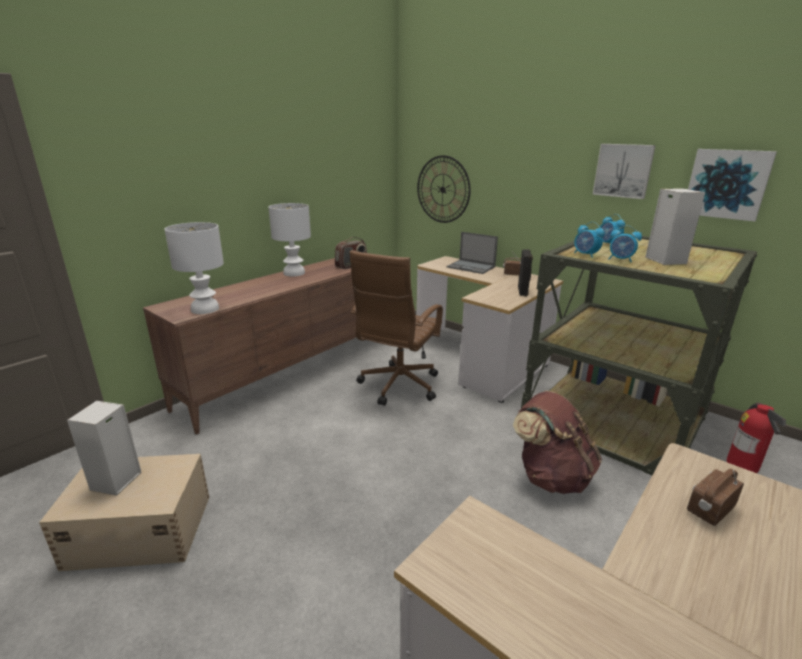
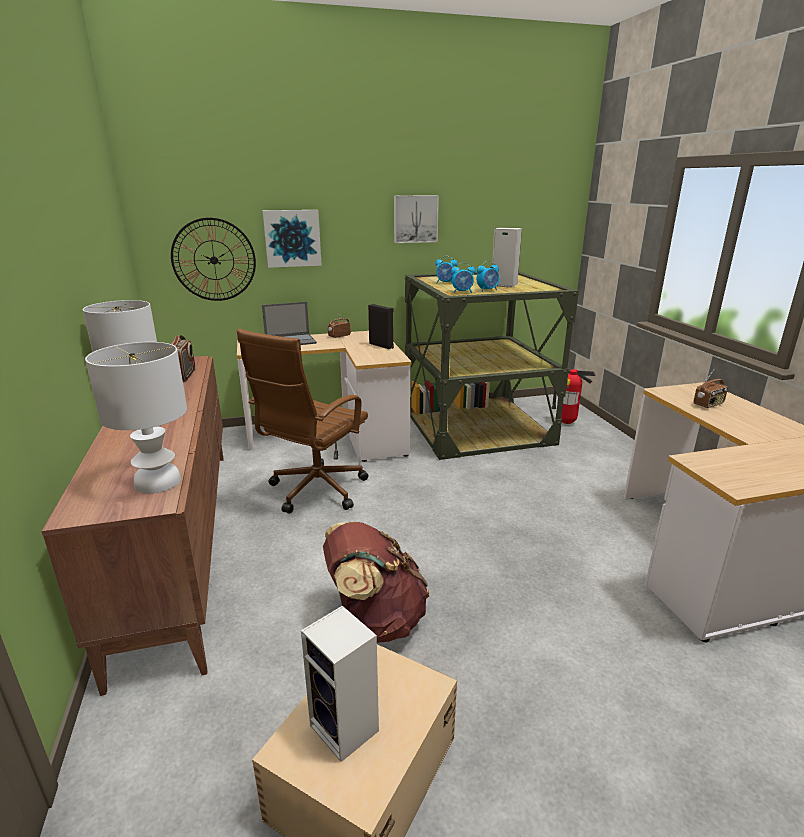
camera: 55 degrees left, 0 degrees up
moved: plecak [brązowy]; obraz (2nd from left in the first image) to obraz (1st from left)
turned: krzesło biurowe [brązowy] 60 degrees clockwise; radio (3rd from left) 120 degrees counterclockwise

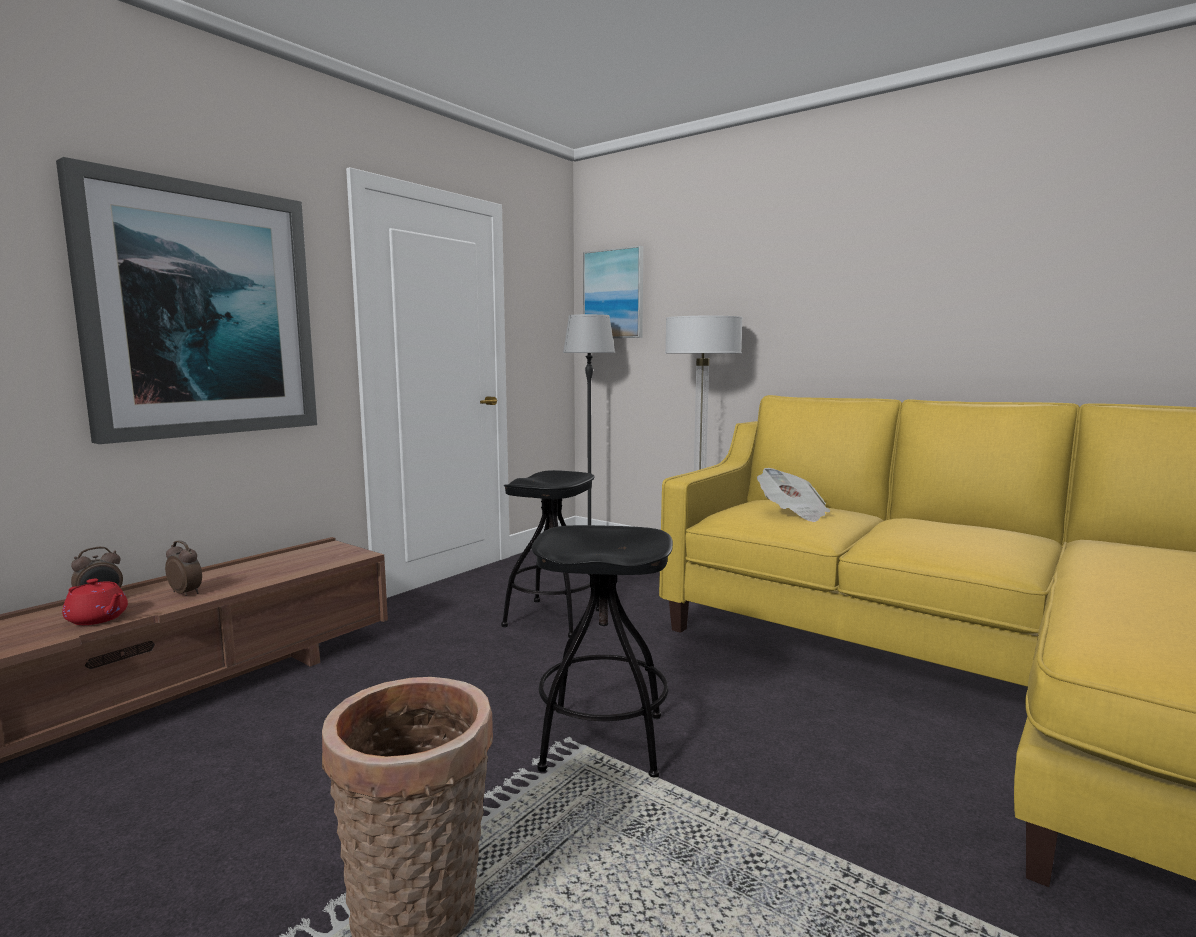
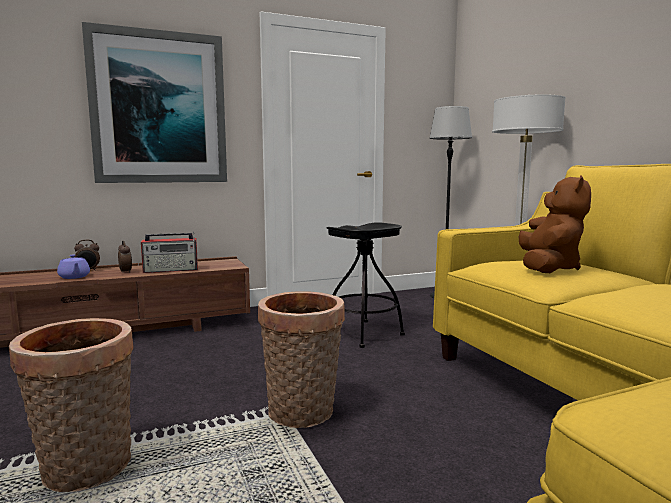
camera: 30 degrees right, 0 degrees up
removed: obraz (2nd from left)
added: radio
replaced: stołek [czarny] (2nd from left) to koszyk (2nd from left); gazeta to pluszak [brązowy]
recoloured: imbryk [czerwony] to imbryk [fioletowy]

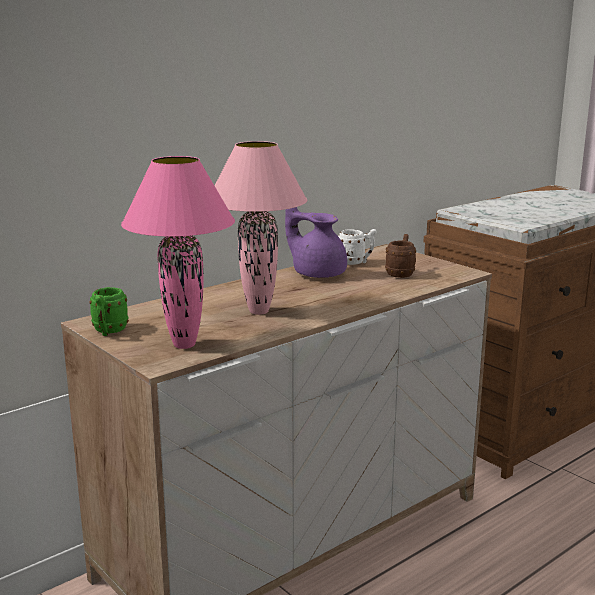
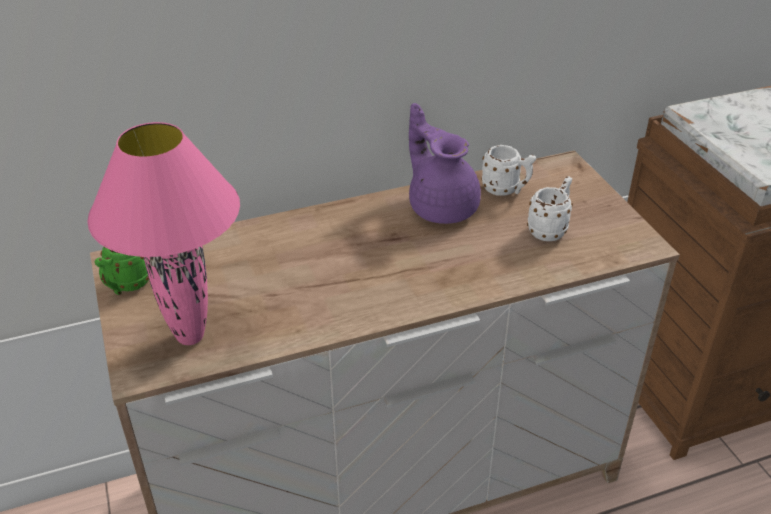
camera: 20 degrees right, 20 degrees up
removed: lampa stołowa [różowy] (2nd from left)
recoloured: kubek [brązowy] to kubek [biały] (2nd from left)

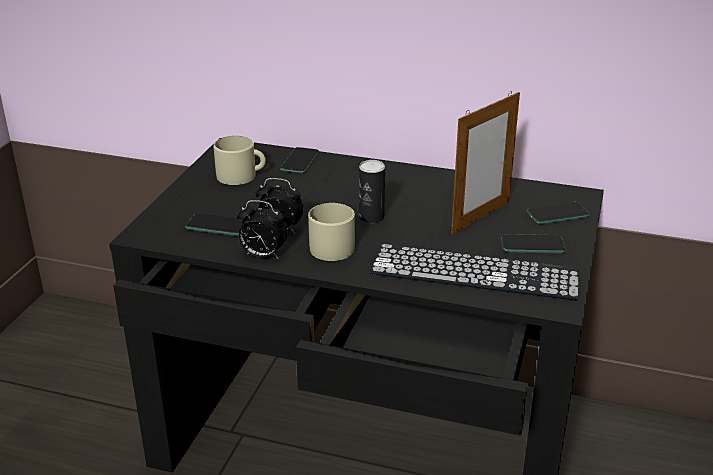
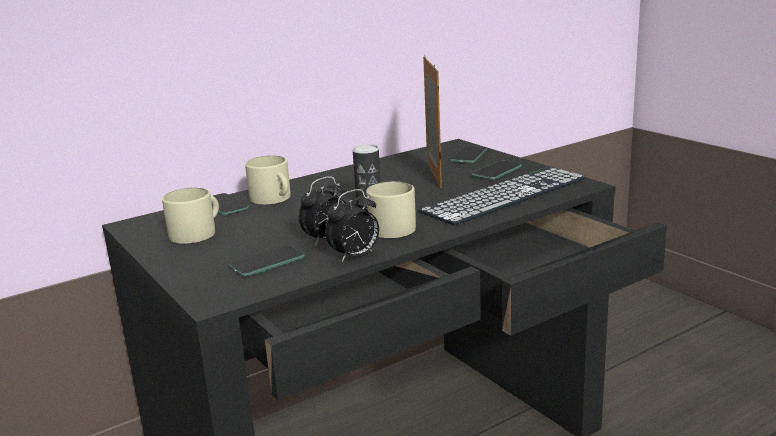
camera: 50 degrees left, 10 degrees down
added: kubek [beżowy] (2nd from left)

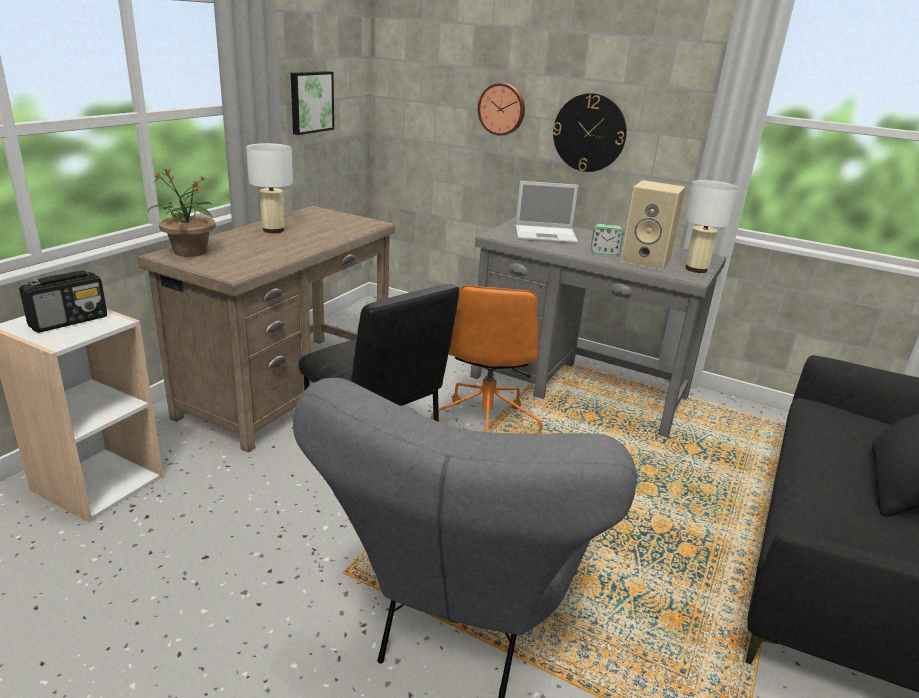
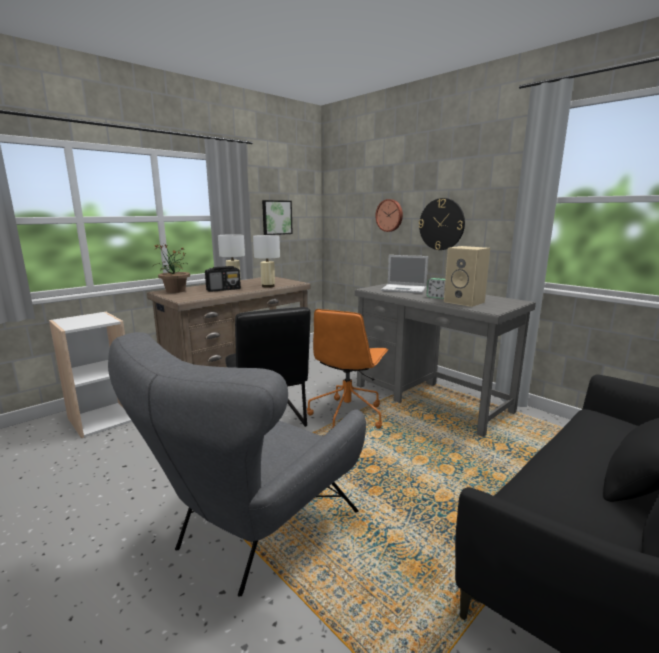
camera: 20 degrees right, 10 degrees down
moved: radio; lampa stołowa [biały] (2nd from left)

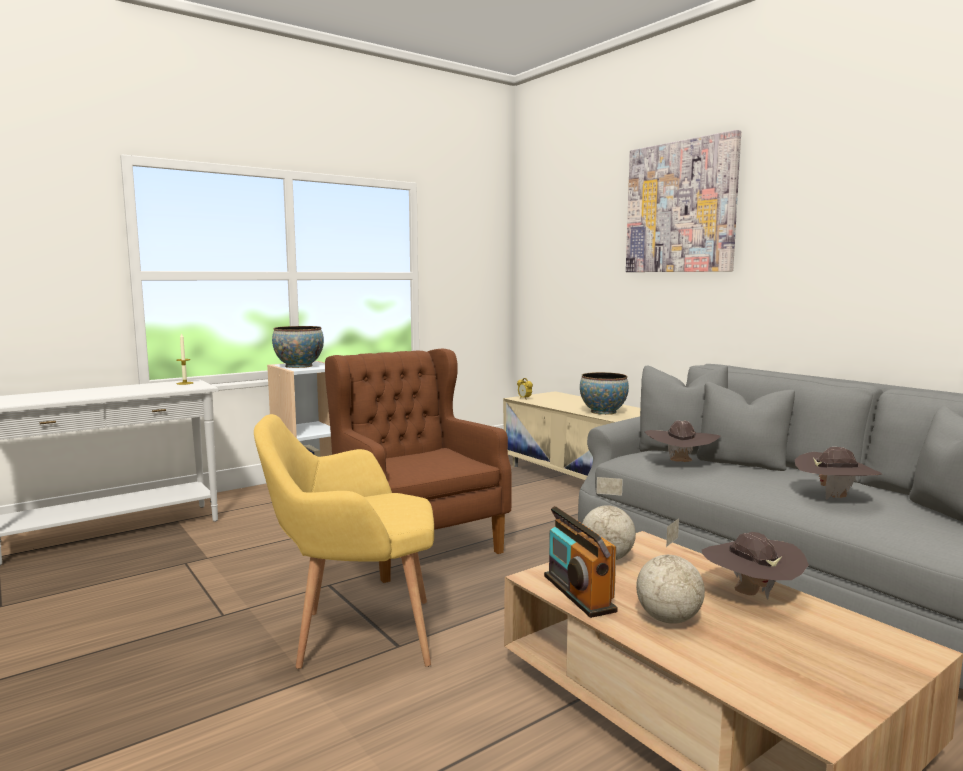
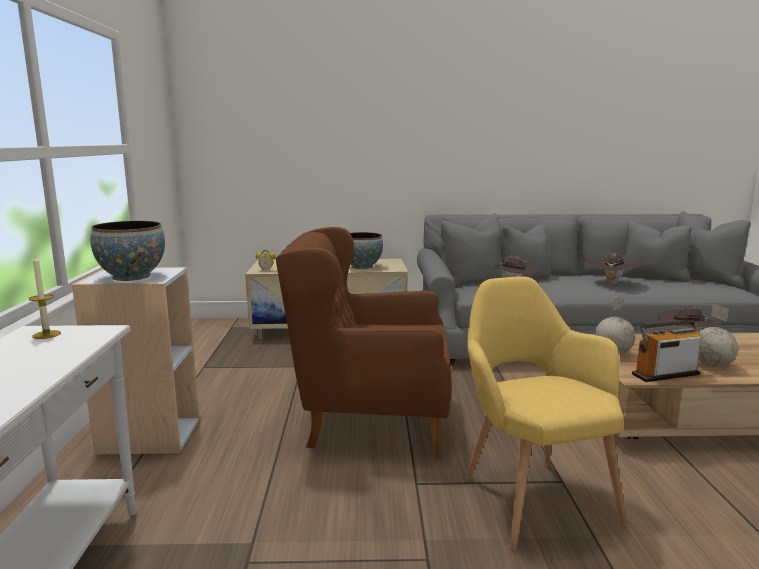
camera: 55 degrees left, 5 degrees up
removed: obraz
turned: fotel [żółty] 135 degrees clockwise; radio 150 degrees clockwise

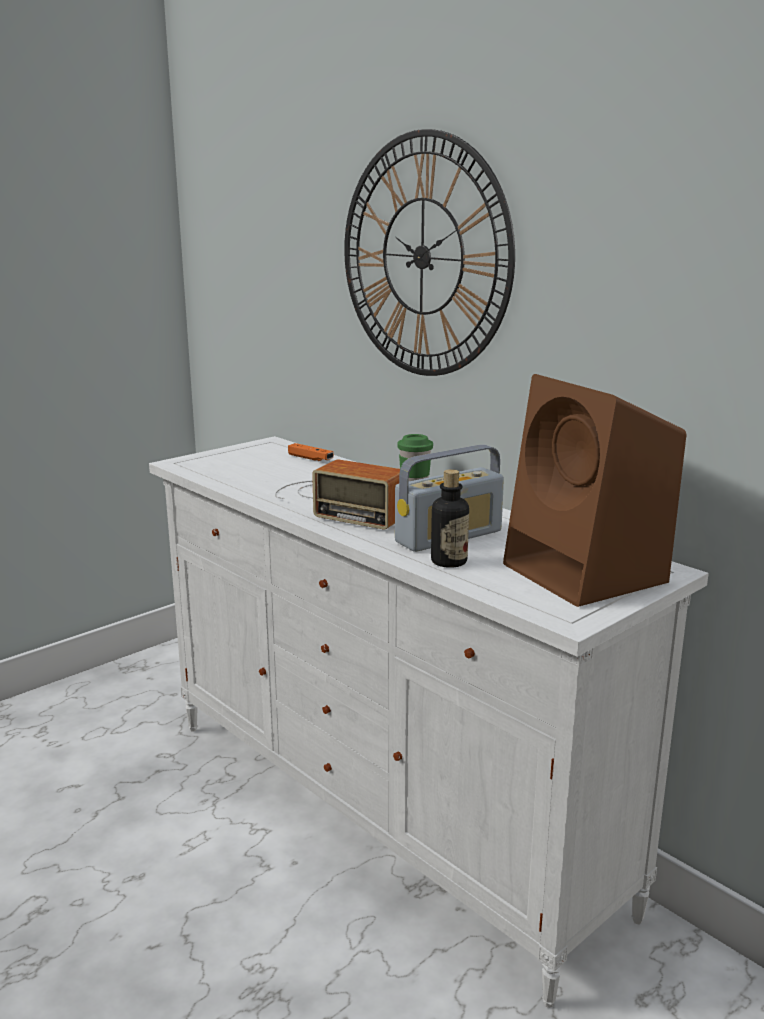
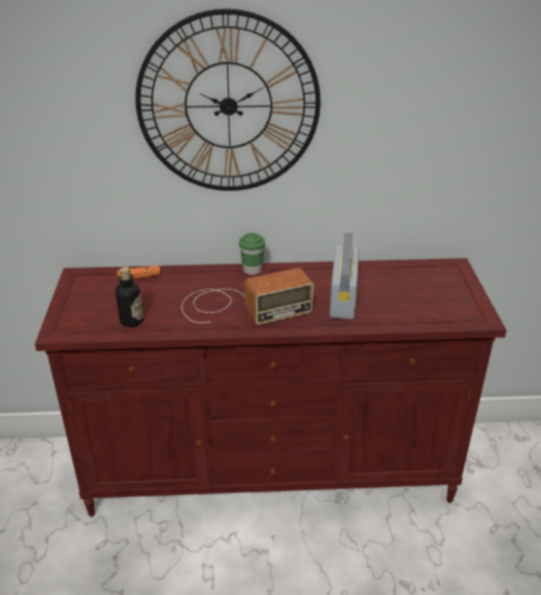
camera: 50 degrees left, 15 degrees up
removed: głośnik [brązowy]
moved: butelka
recoloured: komoda [biały] to komoda [czerwony]

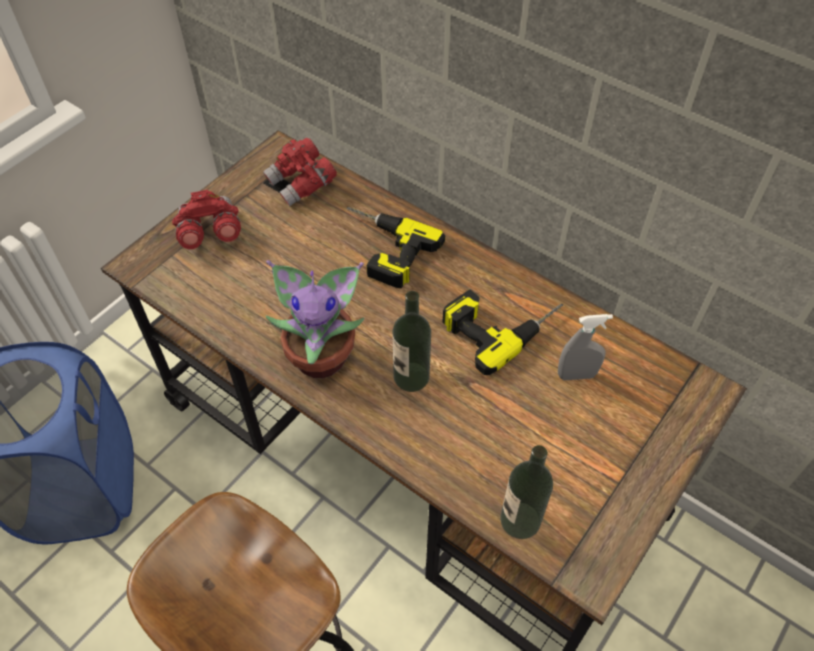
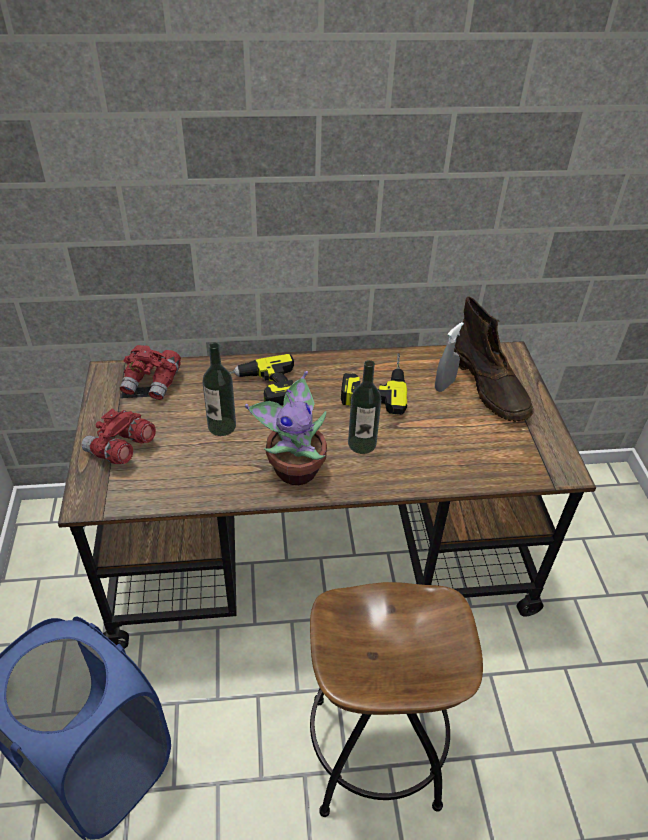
camera: 45 degrees left, 10 degrees down
added: but z cholewką [brązowy]
moved: butelka (2nd from left in the first image) to butelka (1st from left)

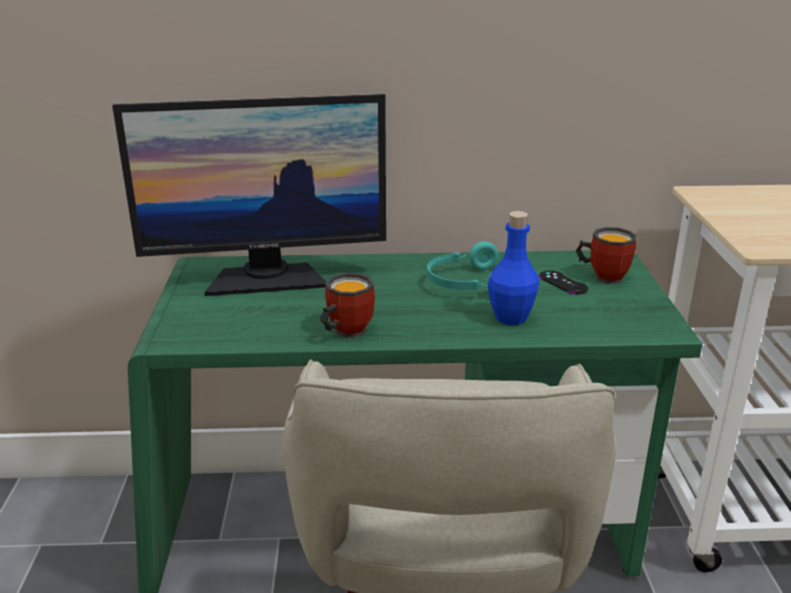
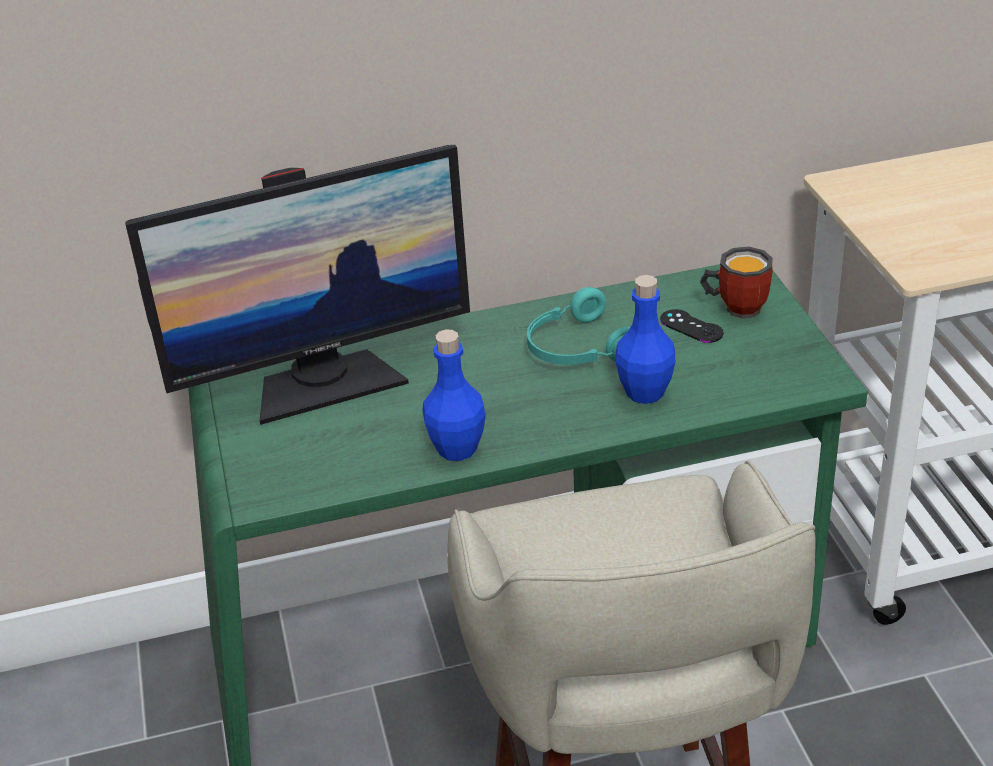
camera: 10 degrees left, 10 degrees up
replaced: kubek (1st from left) to butelka [niebieski] (1st from left)

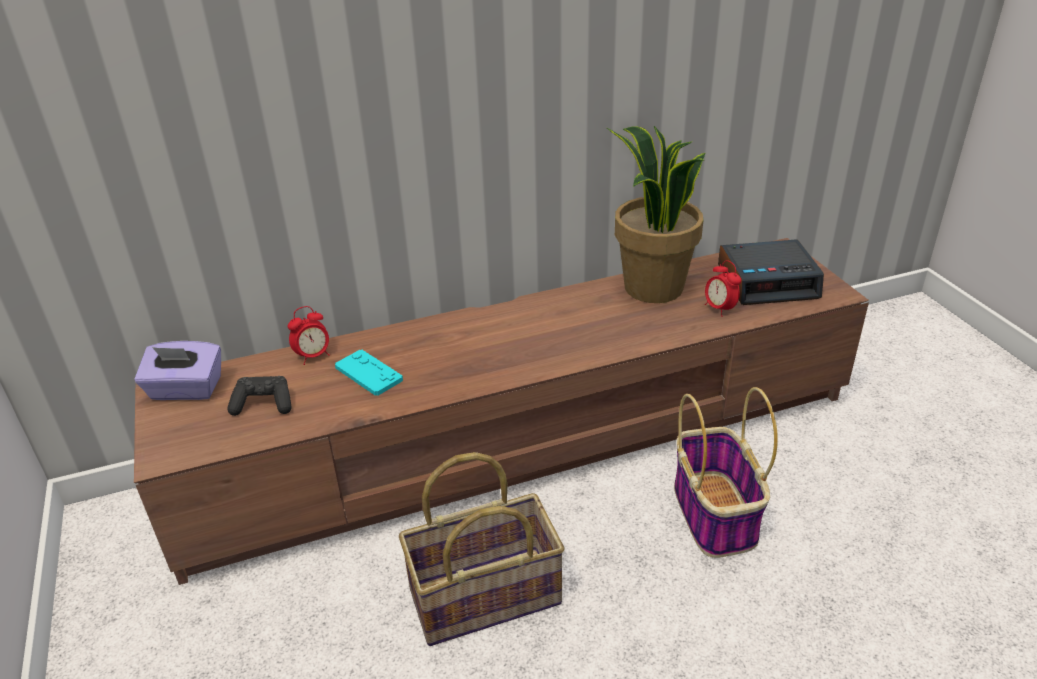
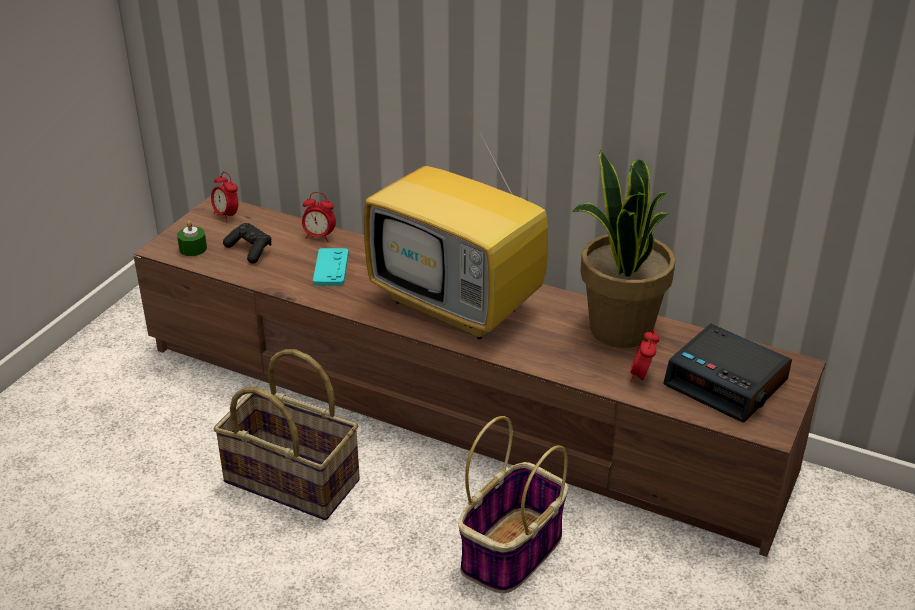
camera: 45 degrees right, 0 degrees up
added: świeca [zielony]; telewizor
replaced: pudełko chusteczek [fioletowy] to budzik (1st from left)

